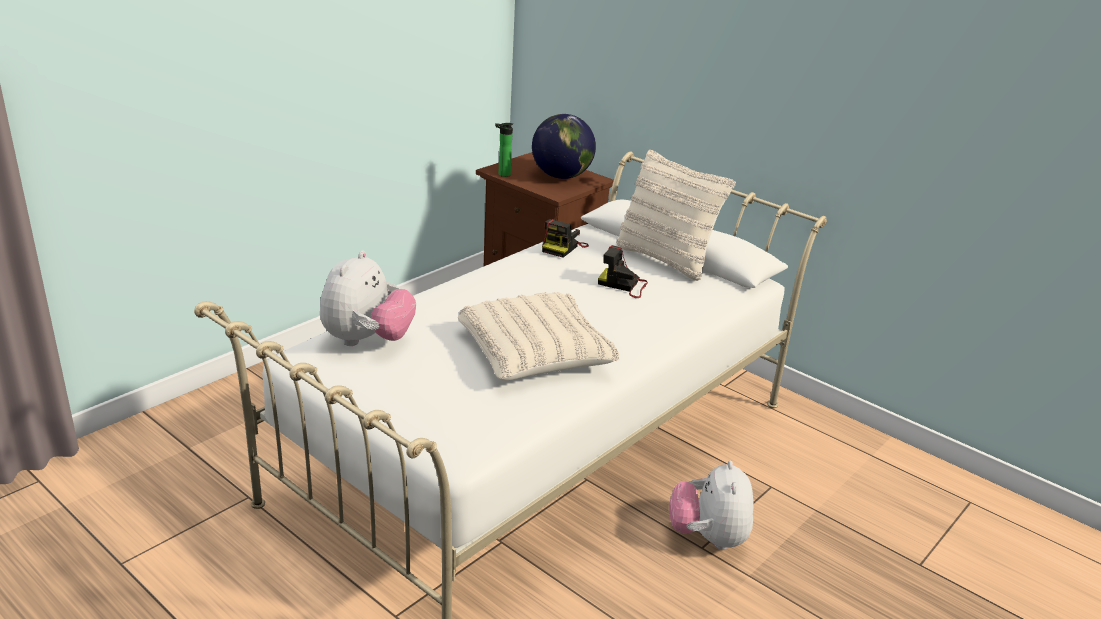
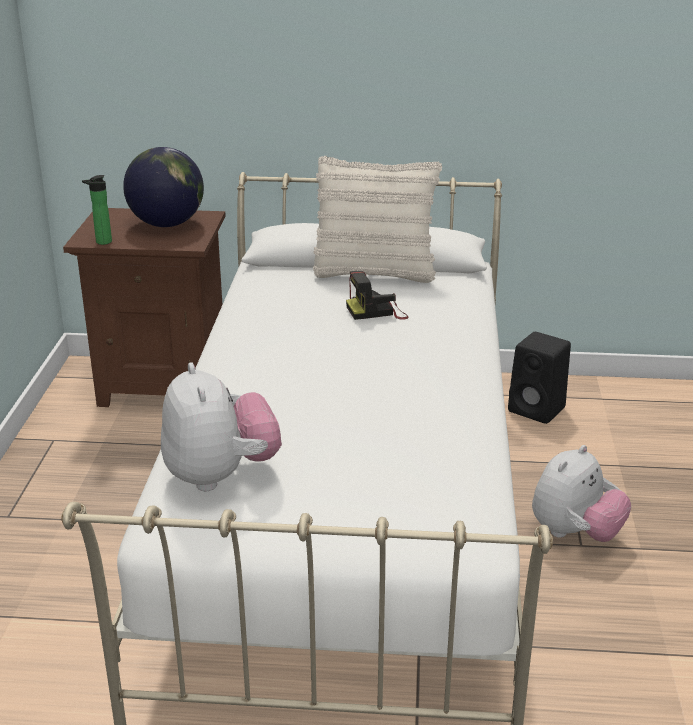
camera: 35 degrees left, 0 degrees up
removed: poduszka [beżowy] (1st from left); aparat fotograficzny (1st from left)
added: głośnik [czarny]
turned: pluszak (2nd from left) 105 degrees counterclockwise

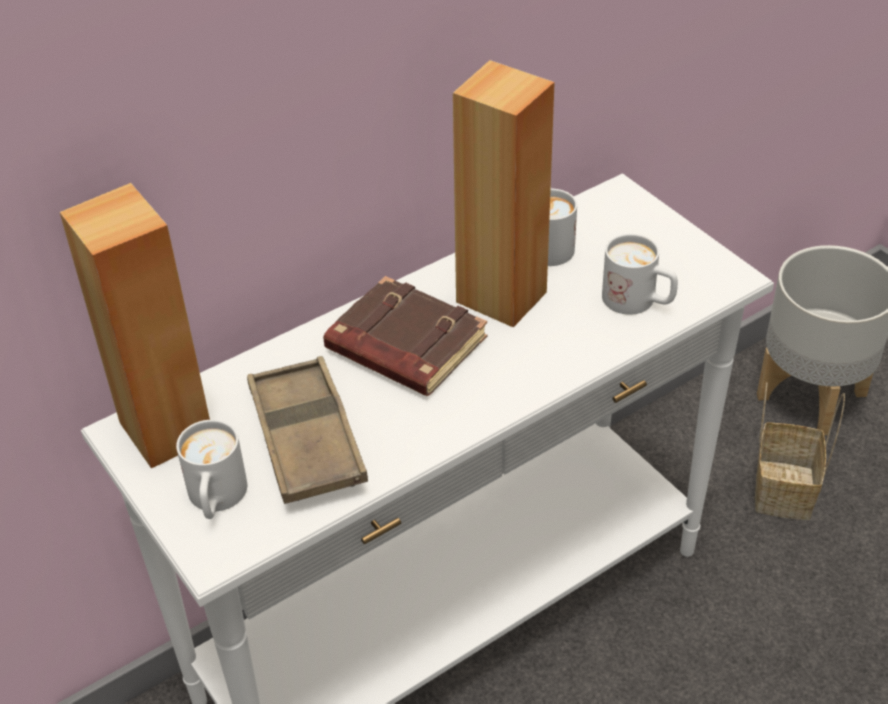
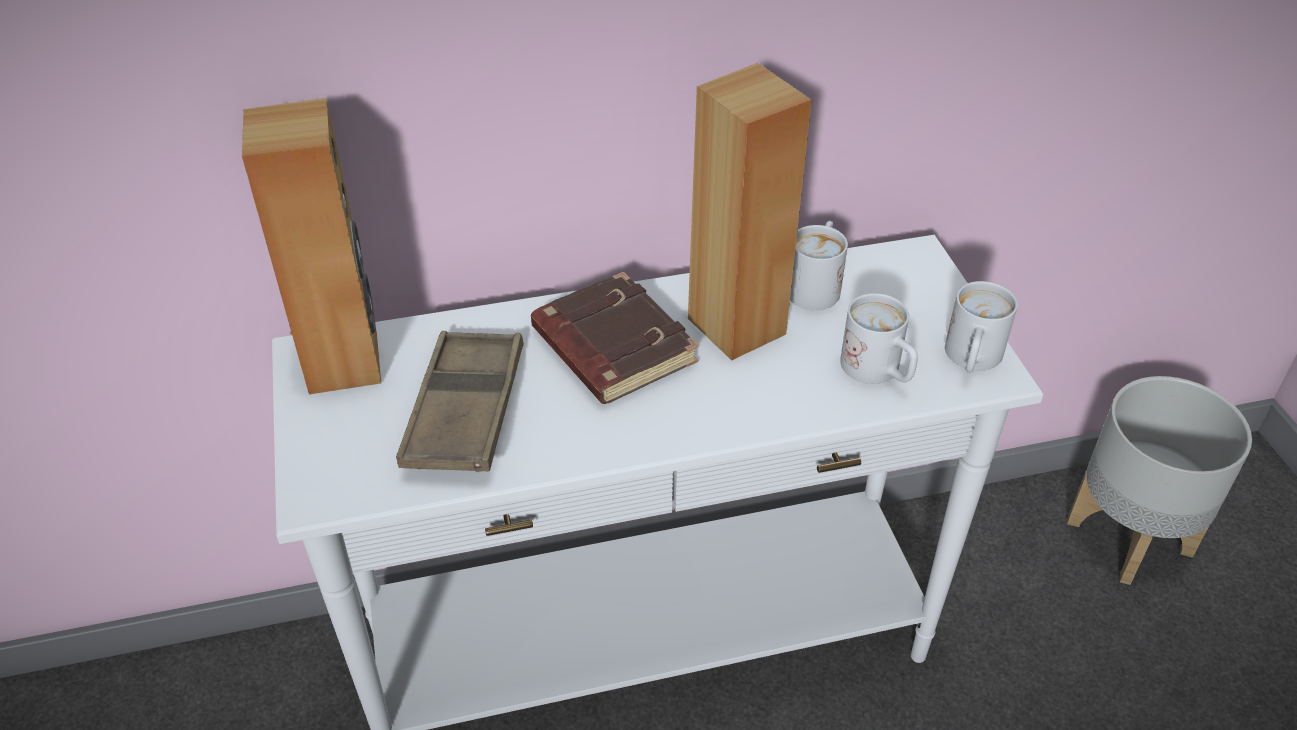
camera: 20 degrees right, 0 degrees up
removed: koszyk
moved: kubek [biały] (1st from left in the first image) to kubek [biały] (3rd from left)

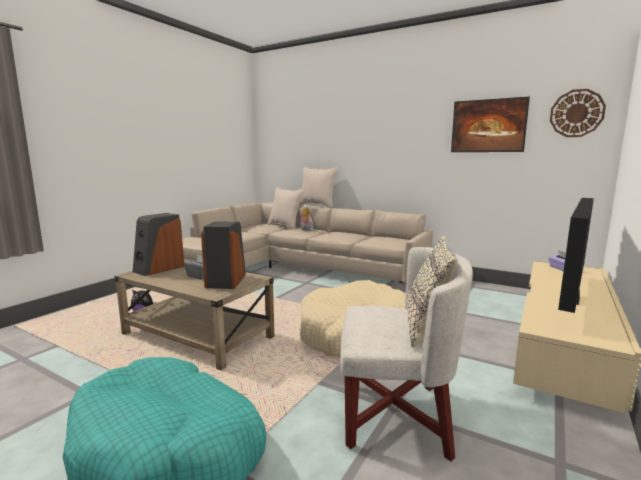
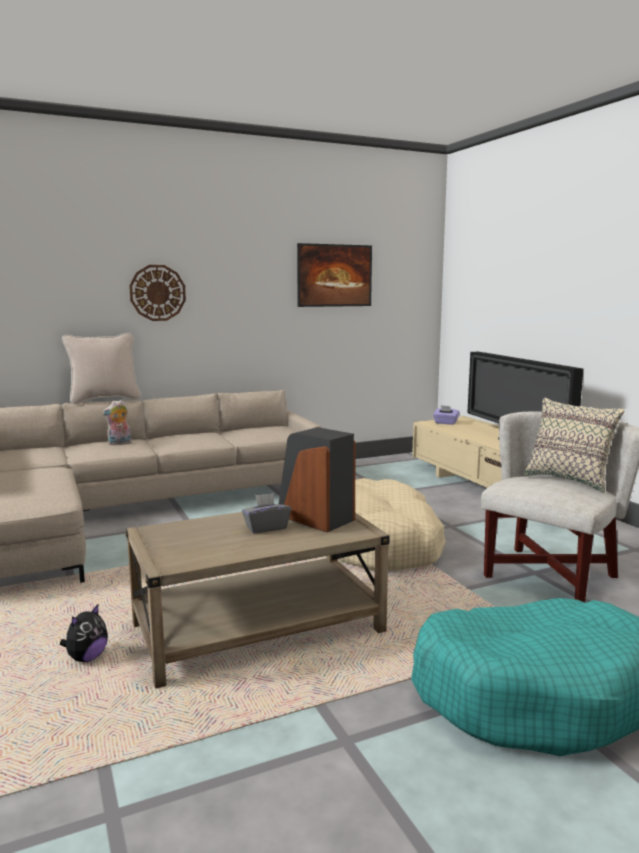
camera: 55 degrees left, 0 degrees up
removed: głośnik (1st from left); poduszka [beżowy] (1st from left)
moved: zegar ścienny

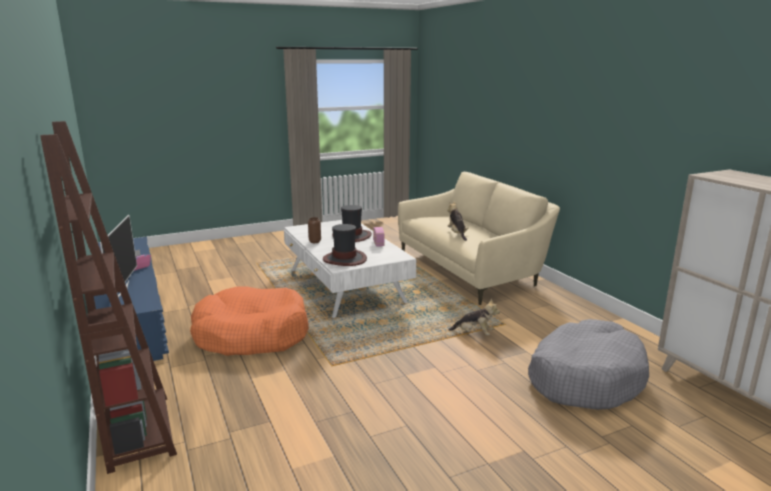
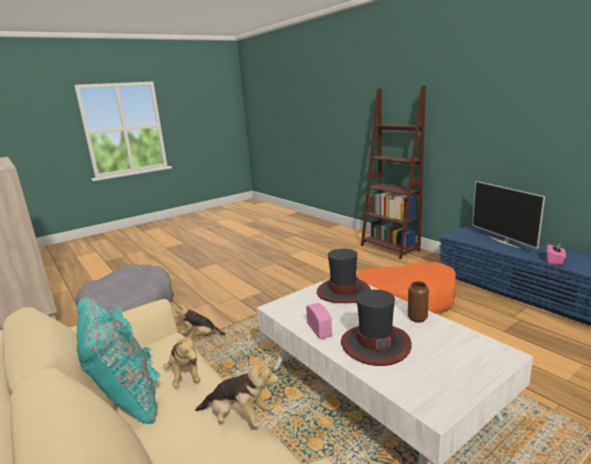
camera: 170 degrees right, 0 degrees up
added: poduszka [turkusowy]; pluszak (3rd from left)

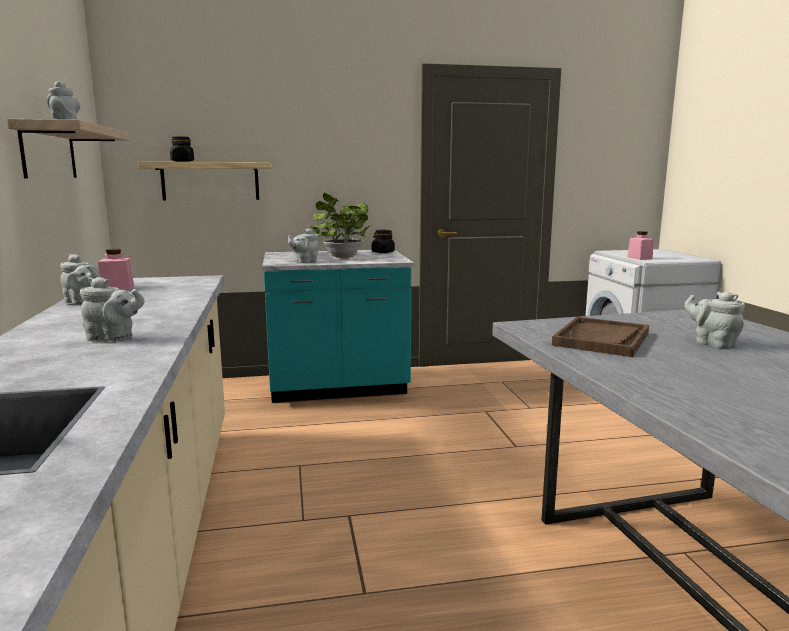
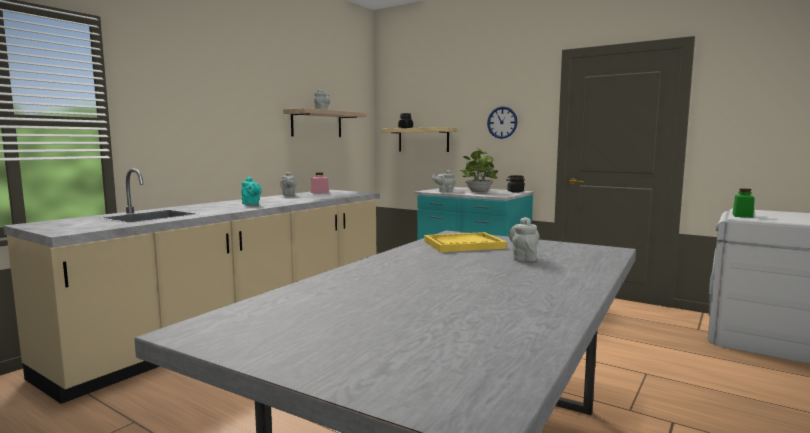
camera: 45 degrees right, 5 degrees down
added: zegar ścienny
recoloured: imbryk [szary] (3rd from left) to imbryk [turkusowy]; taca [brązowy] to taca [żółty]; słoik [różowy] (2nd from left) to słoik [zielony]

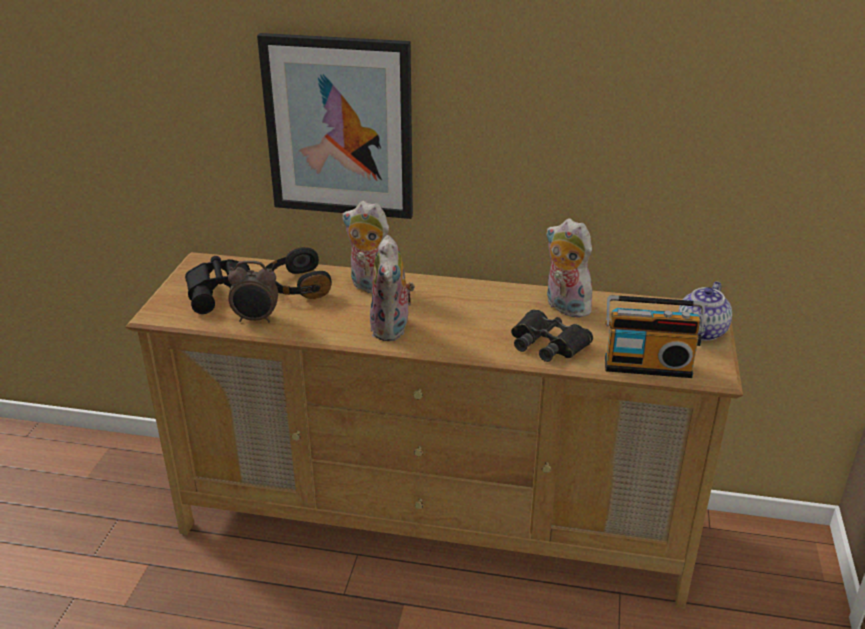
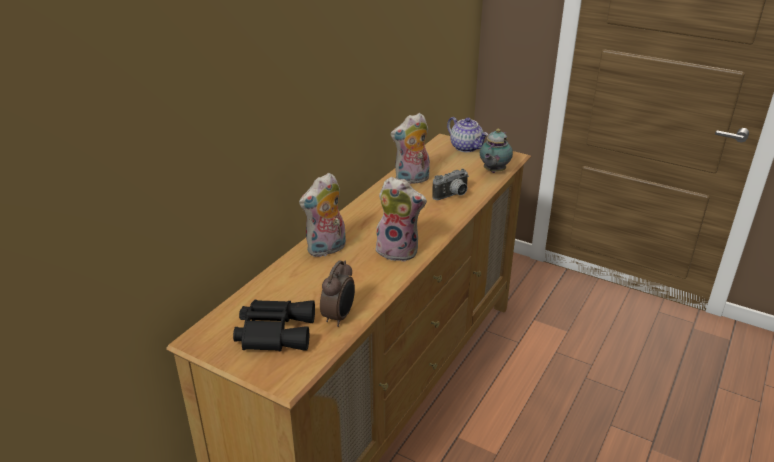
camera: 70 degrees left, 0 degrees up
removed: obraz; słuchawki [czarny]
replaced: lornetka [czarny] (2nd from left) to aparat fotograficzny; radio to imbryk (2nd from left)

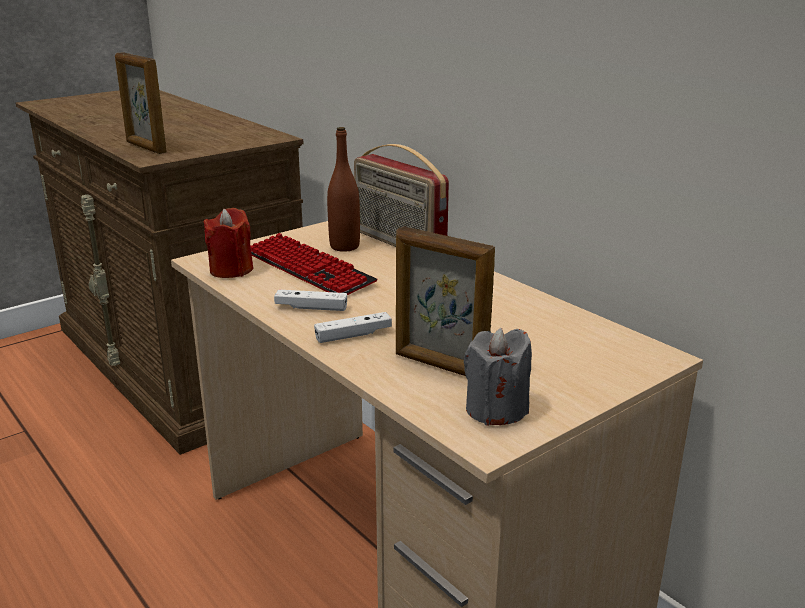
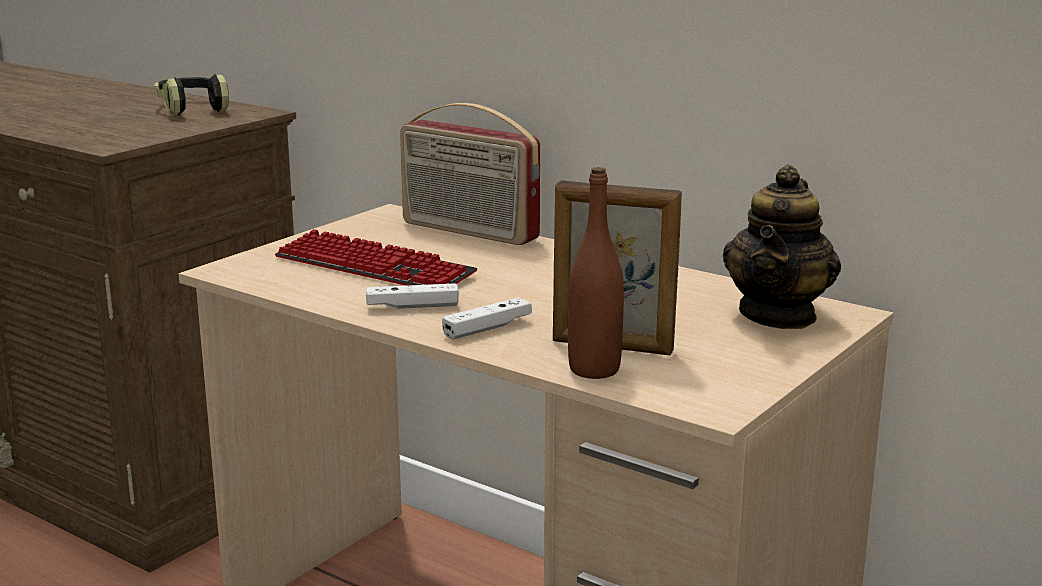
camera: 15 degrees left, 5 degrees down
removed: ramka na zdjęcie (1st from left); świeca [czerwony]; świeca [szary]
added: słuchawki; imbryk
moved: butelka [brązowy]

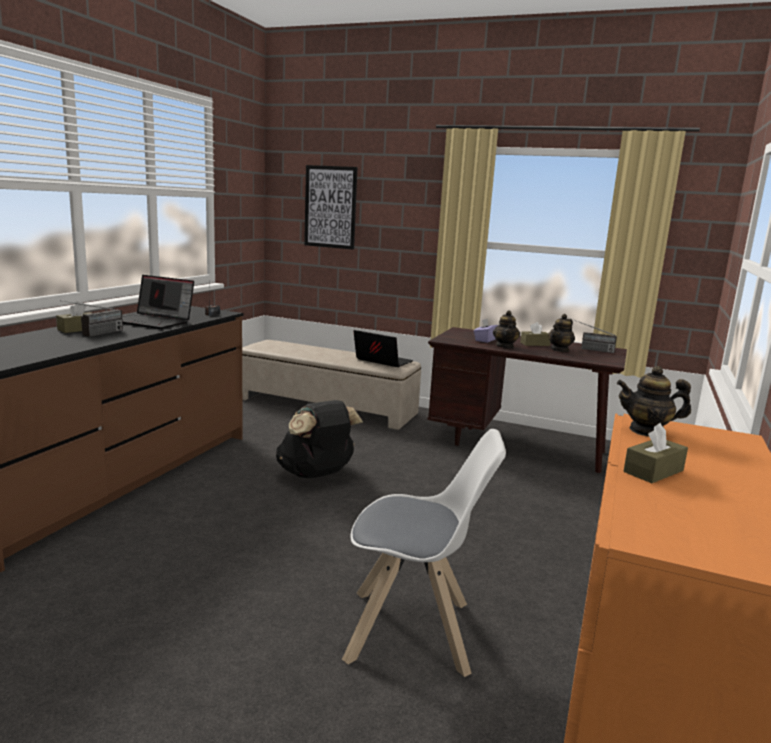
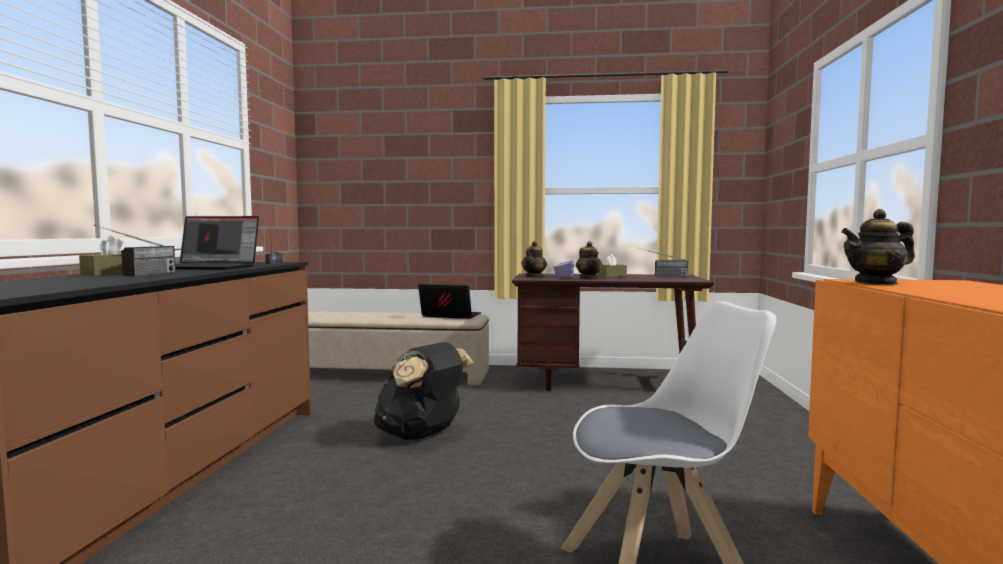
camera: 15 degrees left, 10 degrees down
removed: obraz; pudełko chusteczek [brązowy] (3rd from left)
moved: imbryk (2nd from left in the first image) to imbryk (1st from left)

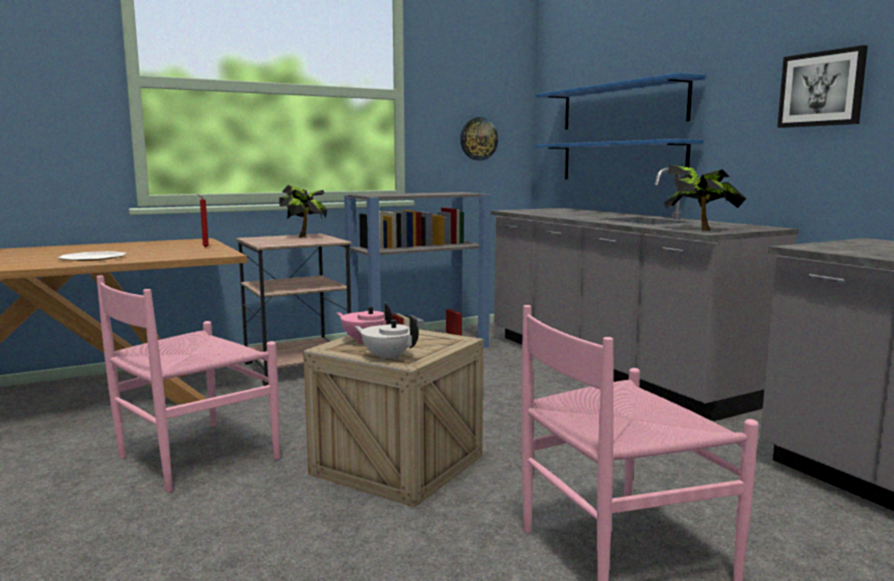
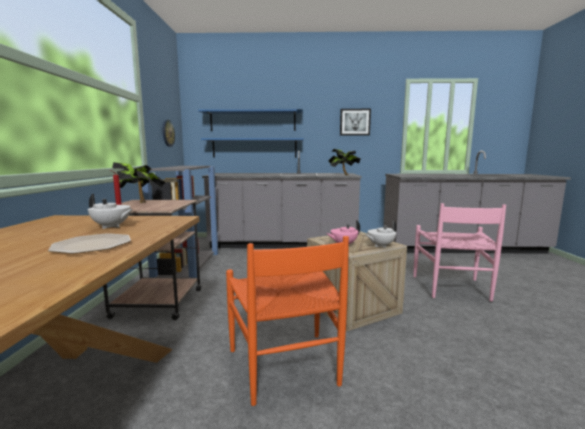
camera: 60 degrees left, 0 degrees up
added: imbryk [biały] (1st from left)
recoloured: krzesło [różowy] (1st from left) to krzesło [pomarańczowy]

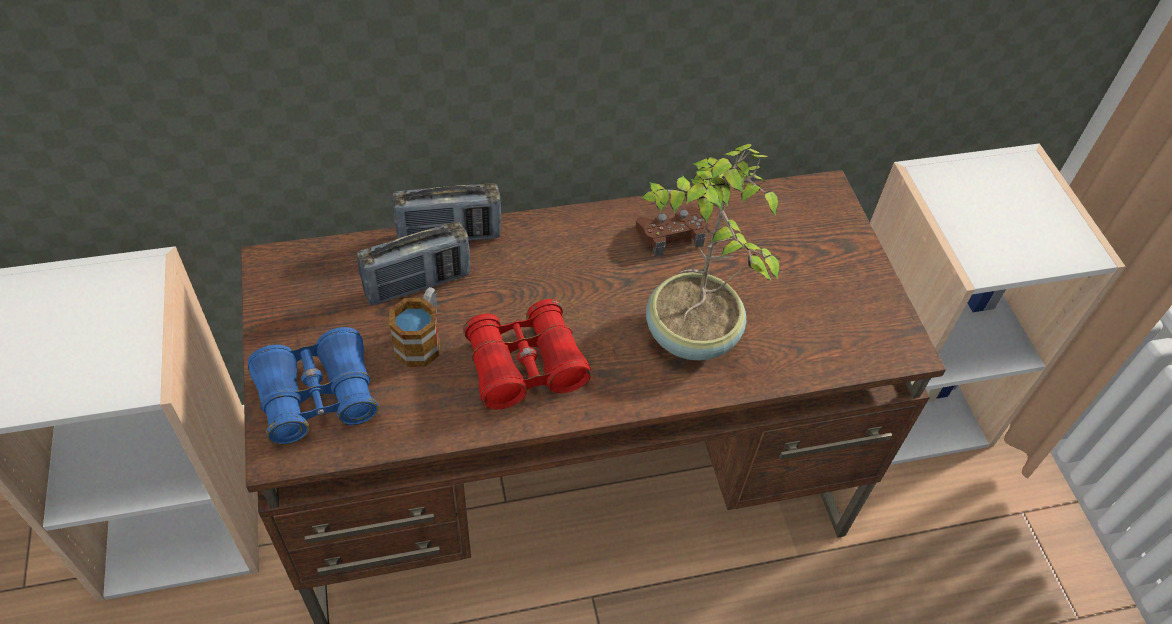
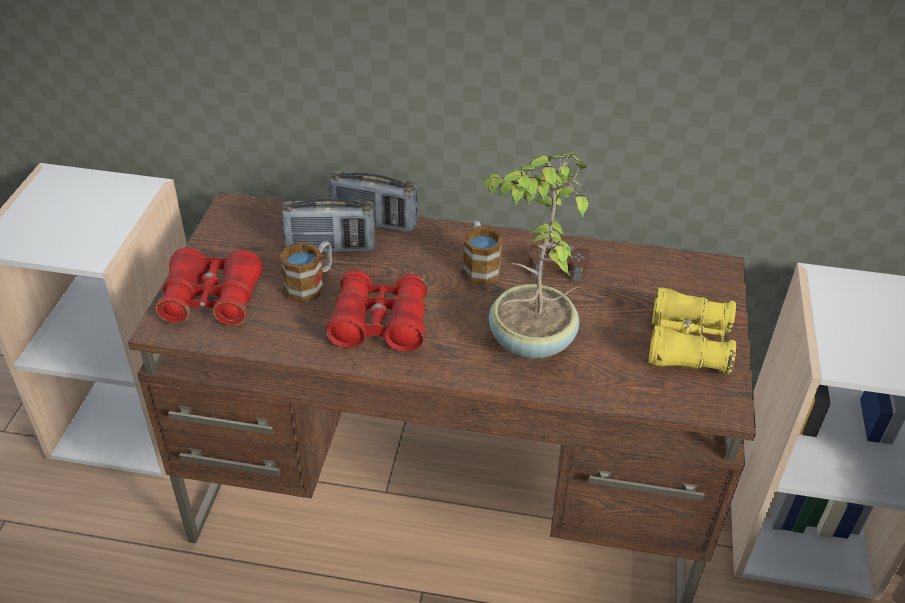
camera: 25 degrees right, 10 degrees down
added: kubek (2nd from left); lornetka [żółty]
recoloured: lornetka [niebieski] to lornetka [czerwony] (1st from left)

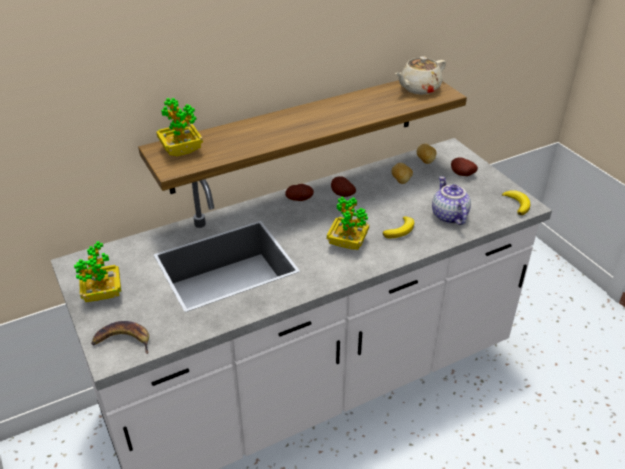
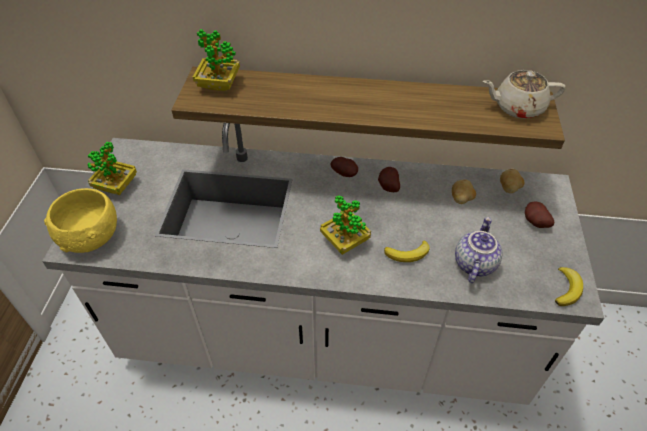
camera: 35 degrees right, 10 degrees up
replaced: banan (1st from left) to miska [żółty]

